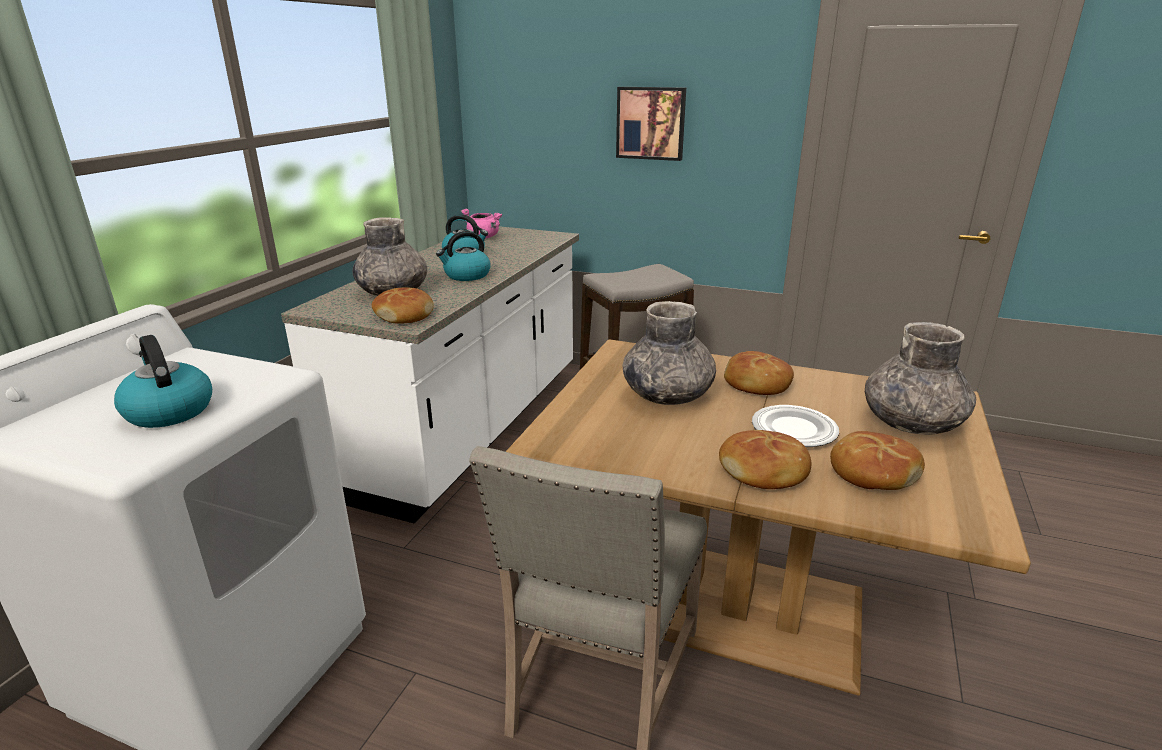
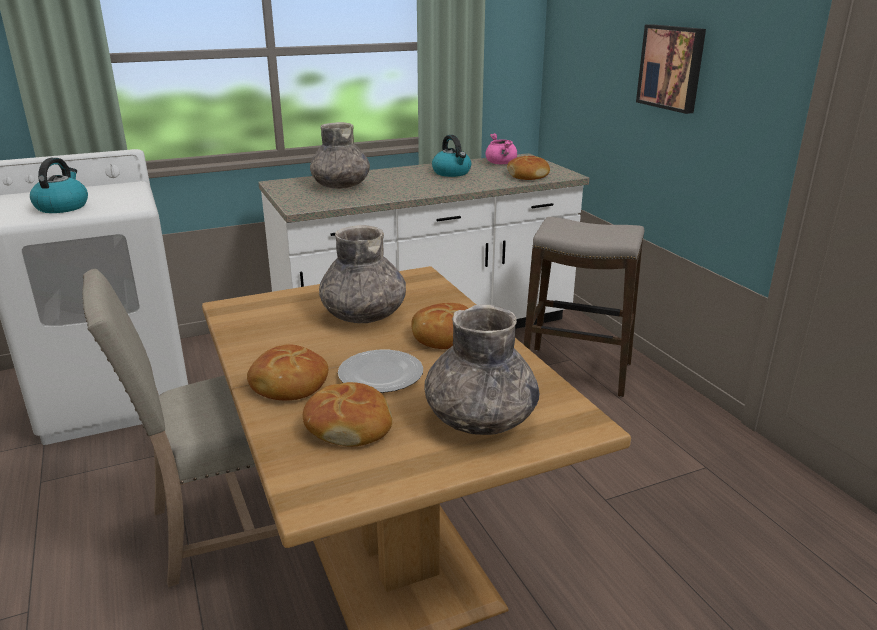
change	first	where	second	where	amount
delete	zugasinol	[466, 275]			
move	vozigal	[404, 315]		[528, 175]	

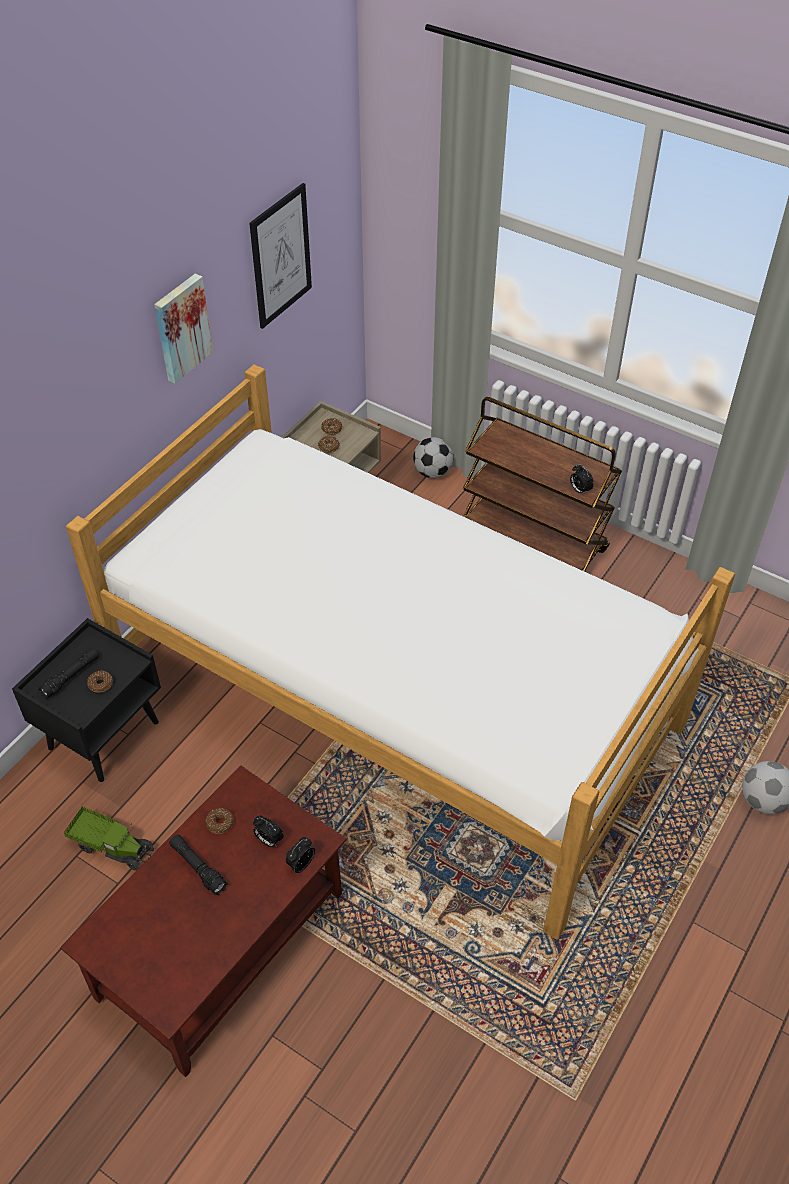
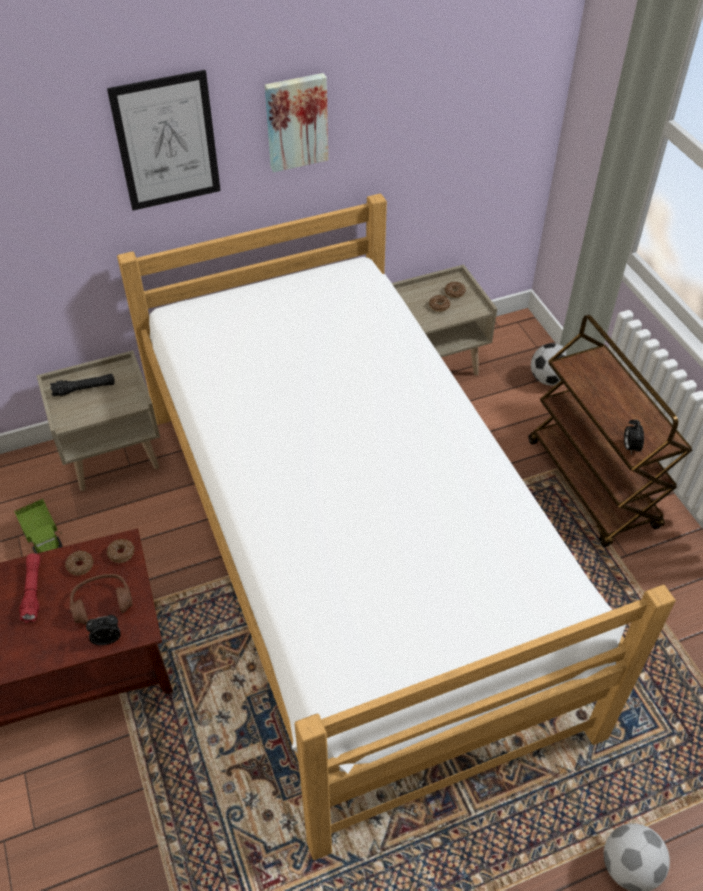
change	first	where	second	where	amount
move	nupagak	[281, 256]		[167, 142]	
recolor	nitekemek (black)	[104, 734]	nitekemek (beige)	[114, 455]	
move	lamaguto	[101, 684]		[121, 553]	
replace	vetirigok	[268, 840]	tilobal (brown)	[102, 603]	
recolor	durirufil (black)	[198, 868]	durirufil (red)	[33, 591]	

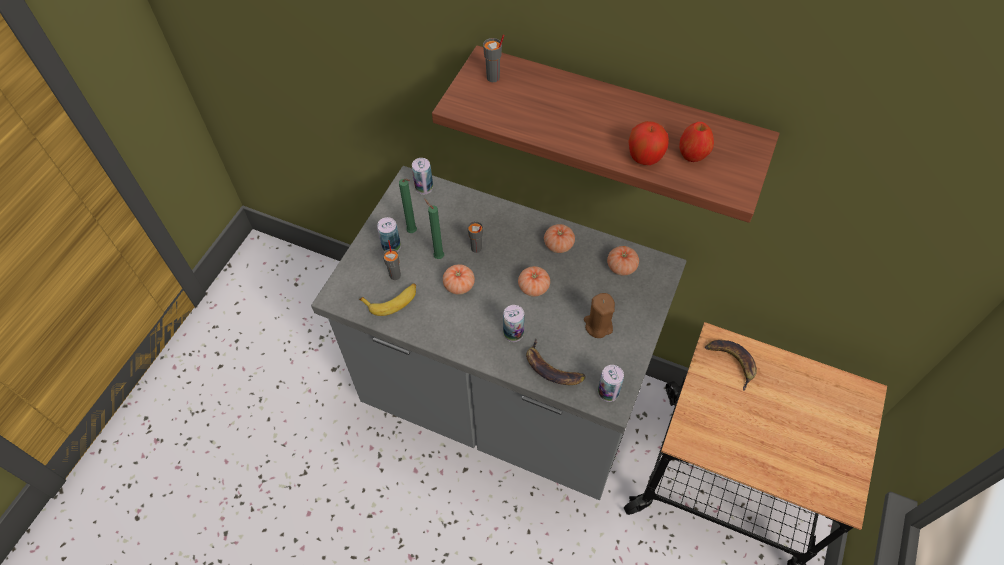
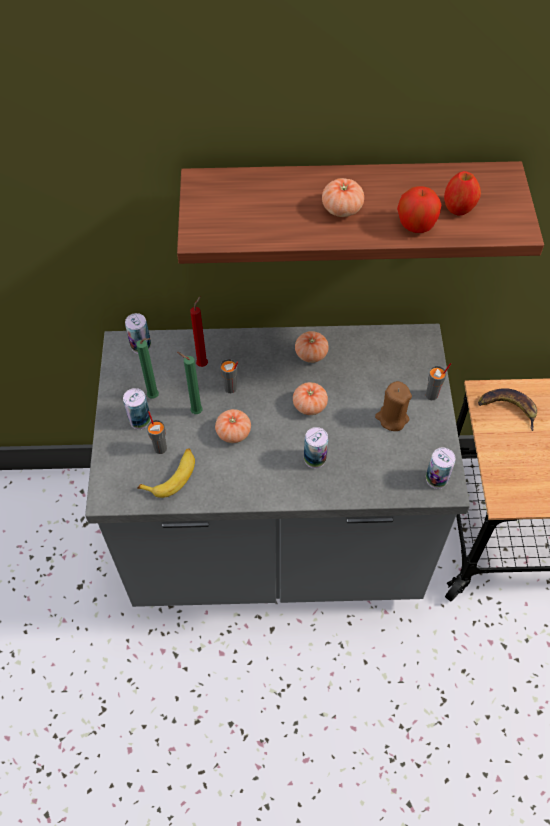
change	first	where	second	where	amount
move	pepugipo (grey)	[493, 78]		[432, 395]	
move	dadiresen	[621, 267]		[342, 209]	
delete	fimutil	[551, 368]			
insert			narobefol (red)	[203, 363]	

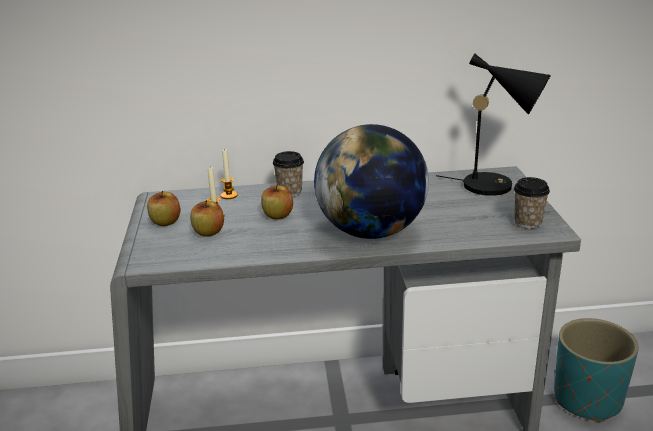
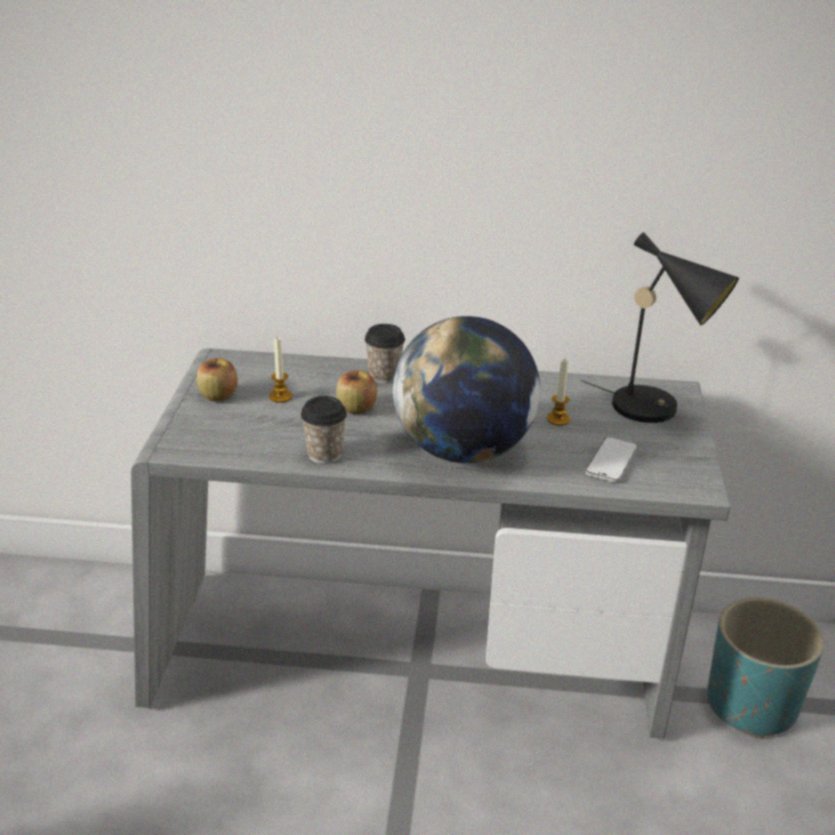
change	first	where	second	where	amount
move	narobefol	[229, 195]		[558, 419]	
move	pepugipo	[528, 222]		[324, 454]	
delete	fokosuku	[208, 232]			
insert			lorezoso	[611, 462]	

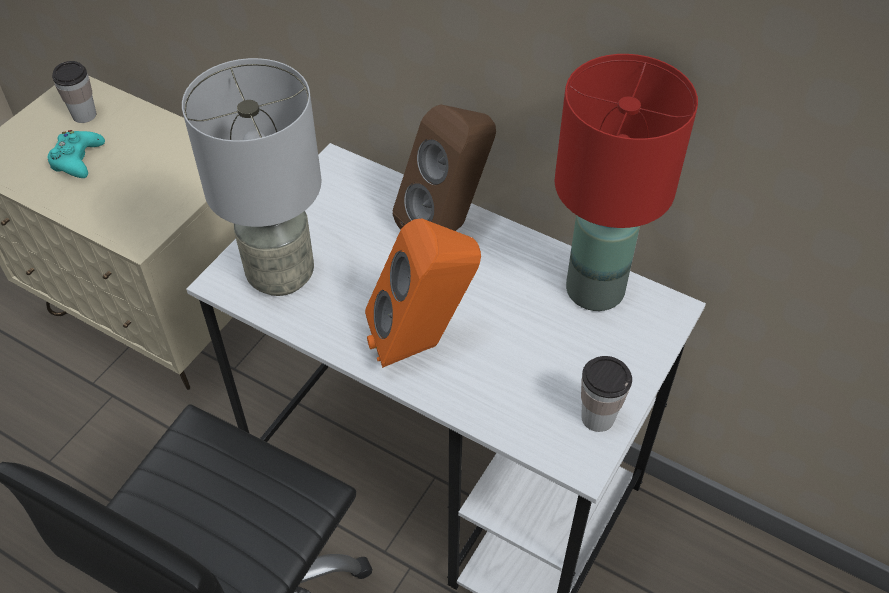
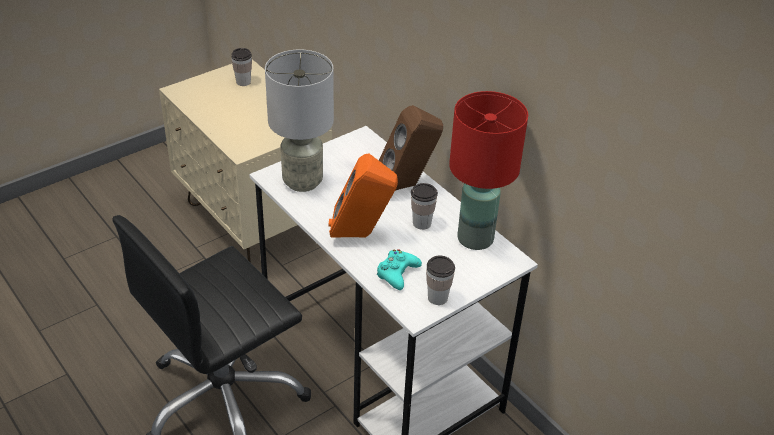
change	first	where	second	where	amount
move	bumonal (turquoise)	[77, 160]		[397, 273]	
insert			pepugipo	[421, 223]	

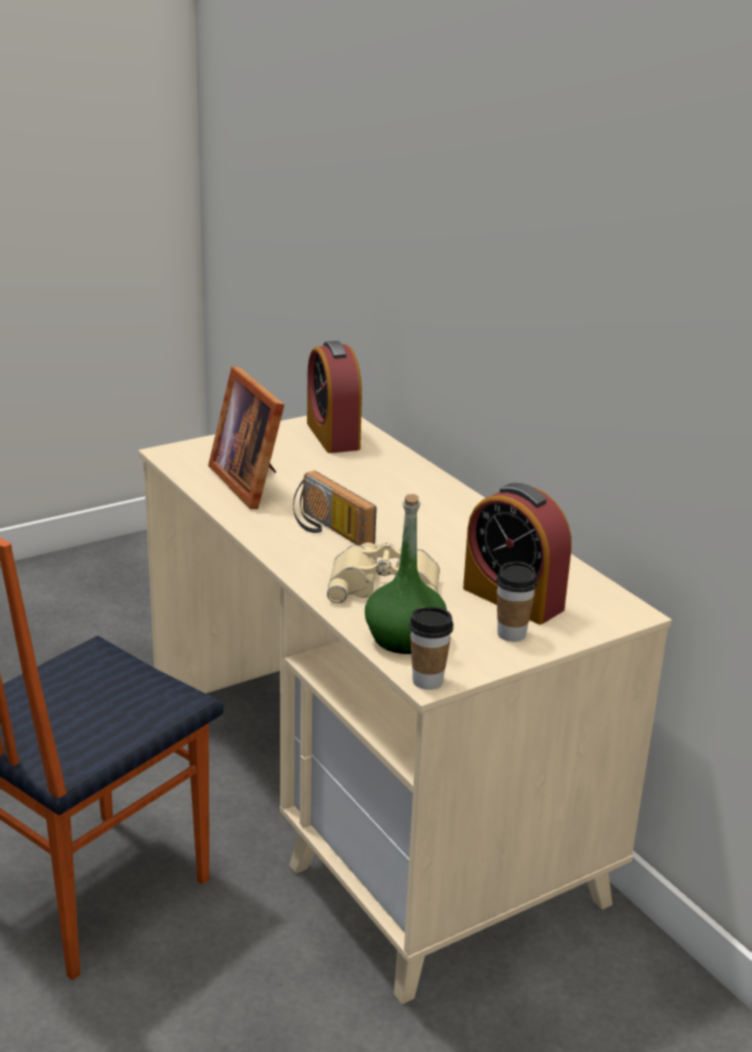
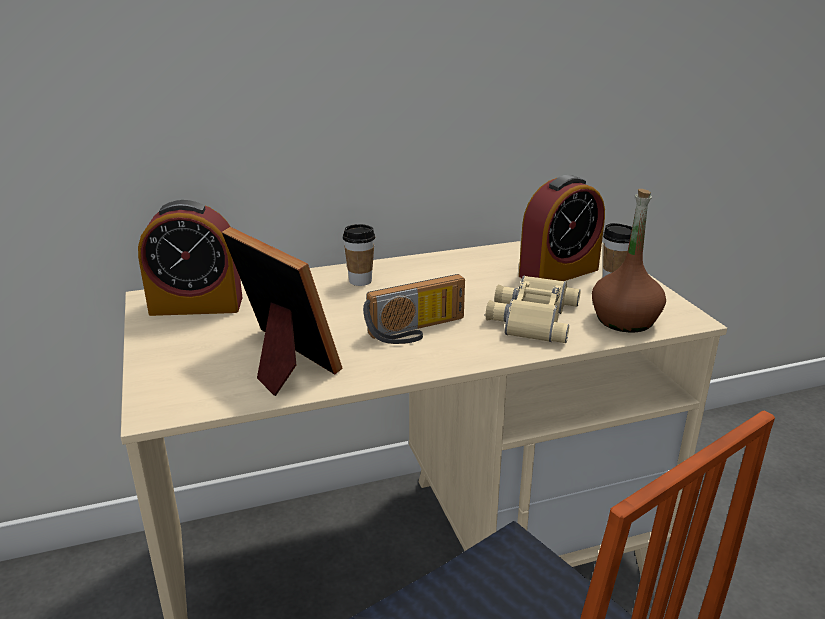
change	first	where	second	where	amount
rotate	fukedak	[252, 482]		[281, 361]	120 degrees counterclockwise
recolor	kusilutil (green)	[405, 638]	kusilutil (brown)	[625, 320]	
move	pepugipo	[427, 681]		[360, 281]	

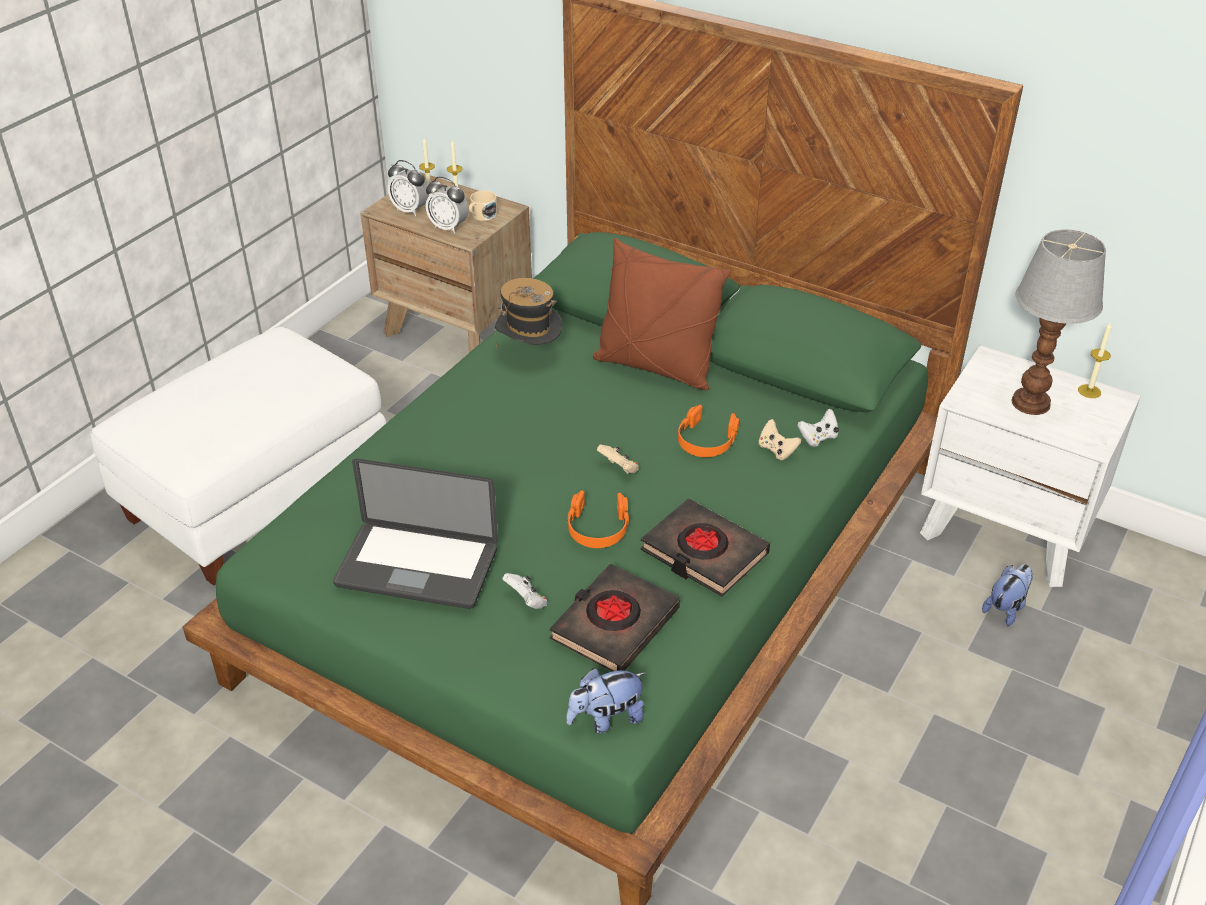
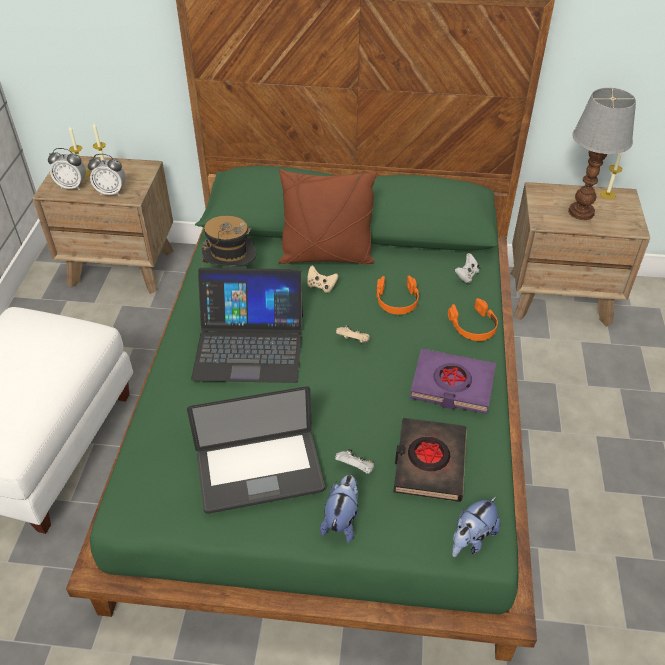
change	first	where	second	where	amount
delete	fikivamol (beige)	[482, 216]			
recolor	nitekemek (white)	[1006, 529]	nitekemek (brown)	[560, 297]	
move	bumonal (beige)	[776, 450]		[321, 286]	
move	tilobal (orange)	[597, 528]		[473, 326]	
recolor	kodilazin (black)	[703, 553]	kodilazin (purple)	[452, 385]	
move	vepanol	[1006, 608]		[342, 520]	
insert			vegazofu	[249, 345]	

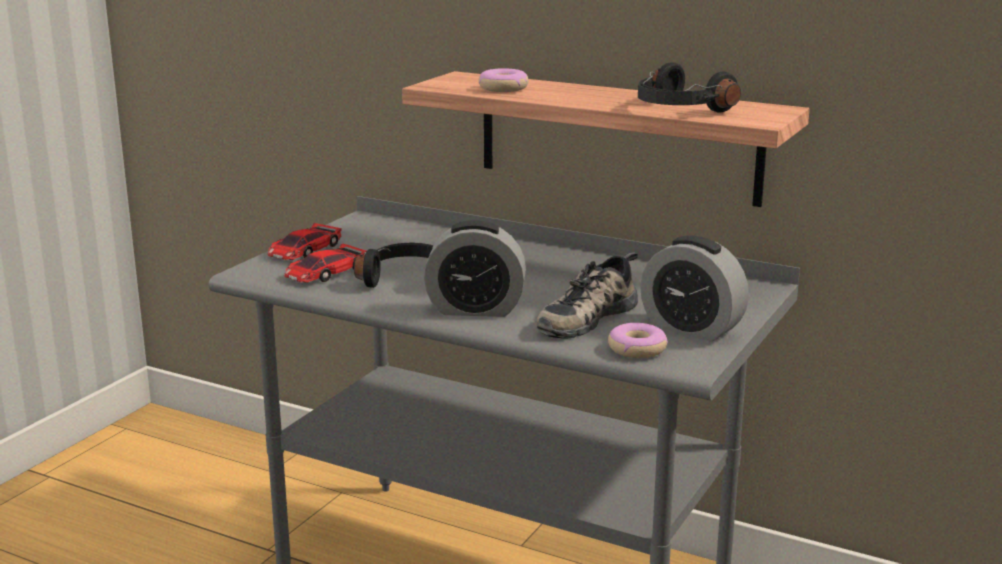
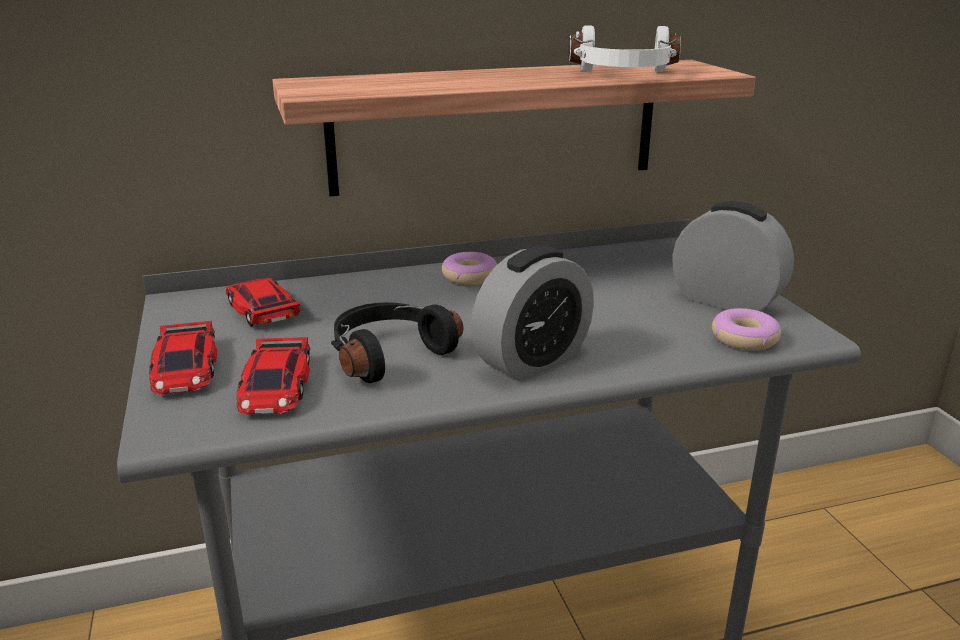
change	first	where	second	where	amount
recolor	tilobal (black)	[678, 109]	tilobal (white)	[624, 74]	
move	lamaguto	[503, 88]		[470, 276]	
rotate	vetirigok	[691, 328]		[726, 301]	135 degrees counterclockwise
delete	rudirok	[586, 316]			
insert			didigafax	[262, 309]	

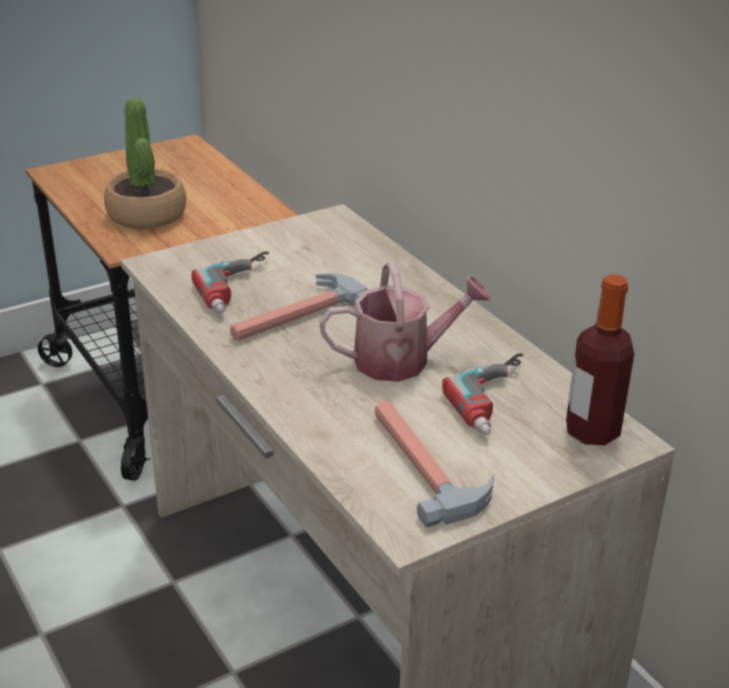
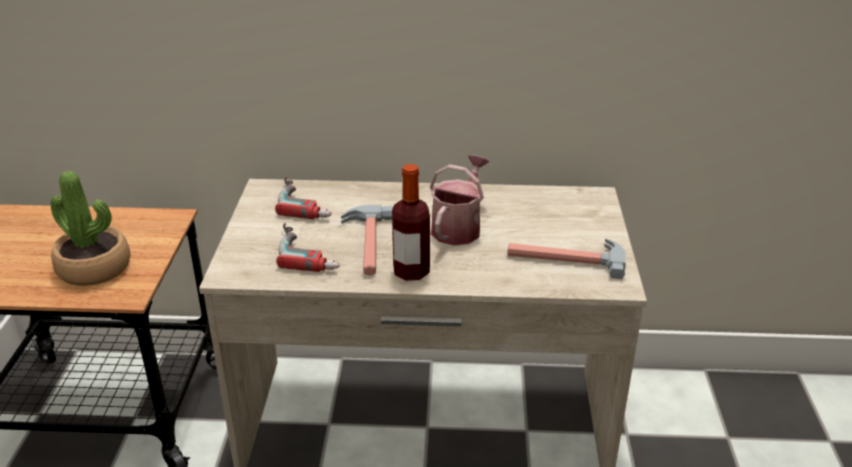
change	first	where	second	where	amount
move	kusilutil	[592, 431]		[411, 271]	
move	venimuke	[501, 401]		[307, 202]	

